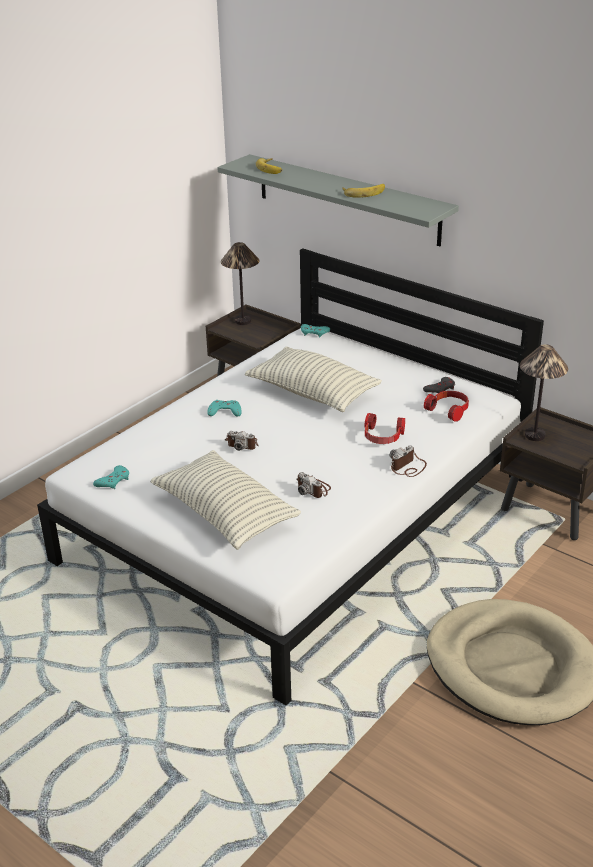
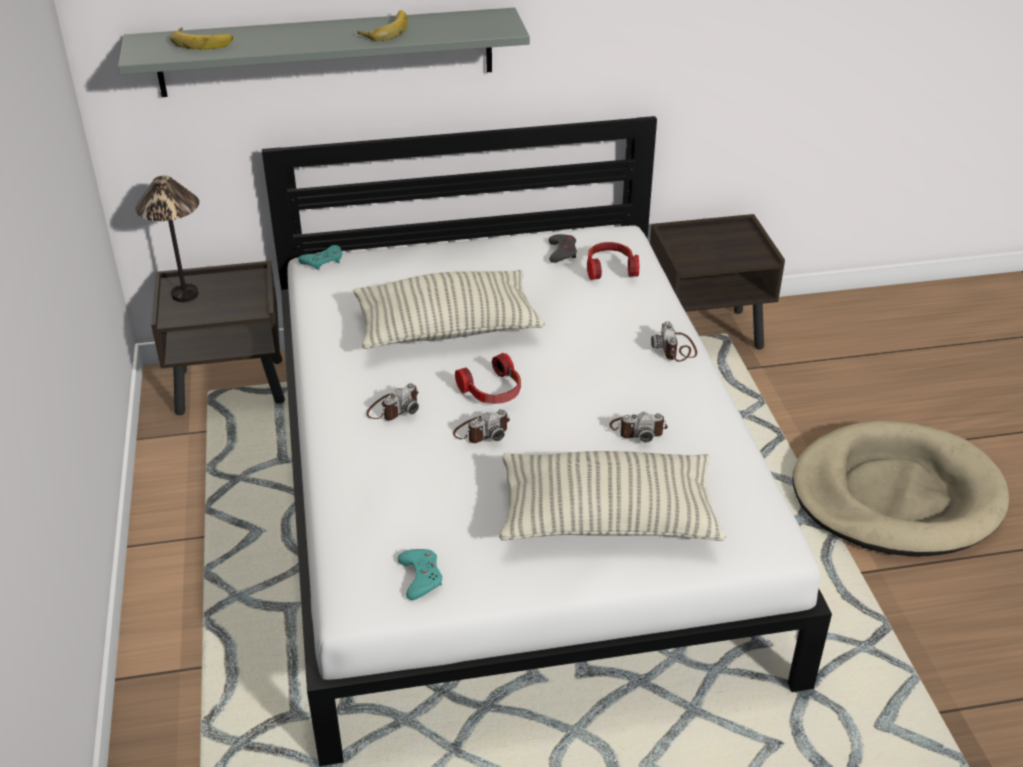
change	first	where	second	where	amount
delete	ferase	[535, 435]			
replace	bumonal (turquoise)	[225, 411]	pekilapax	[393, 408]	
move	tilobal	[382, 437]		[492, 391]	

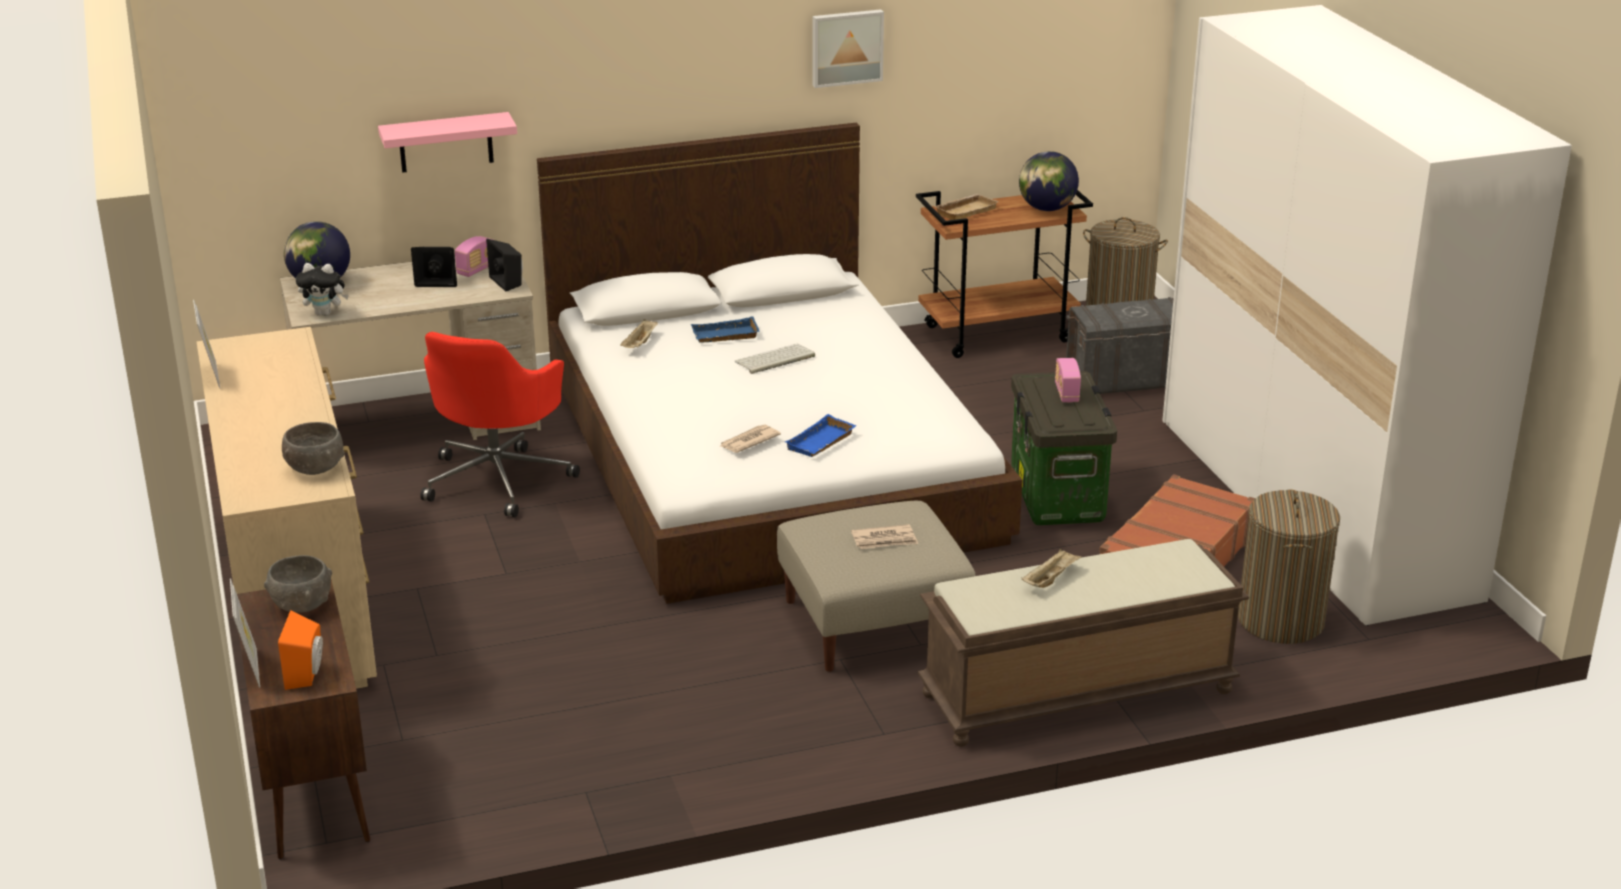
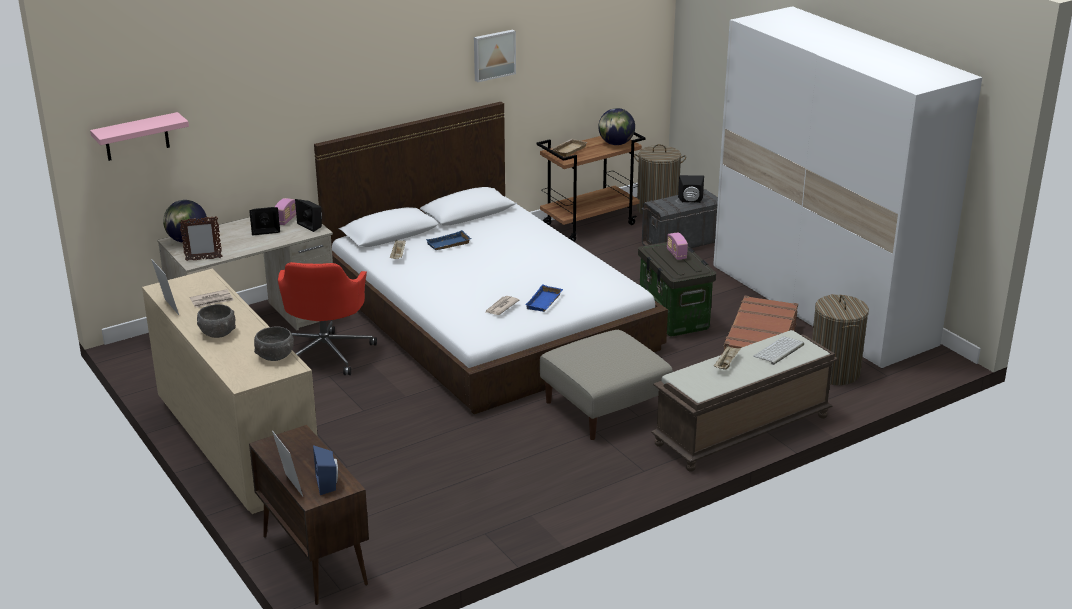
change	first	where	second	where	amount
move	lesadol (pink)	[445, 142]		[136, 137]	
replace	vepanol	[325, 313]	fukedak	[203, 259]	
move	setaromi	[774, 360]		[779, 351]	
move	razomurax	[885, 540]		[212, 300]	
move	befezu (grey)	[301, 604]		[217, 333]	
recolor	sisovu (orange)	[307, 674]	sisovu (blue)	[328, 483]	
insert			sisovu (black)	[690, 201]	

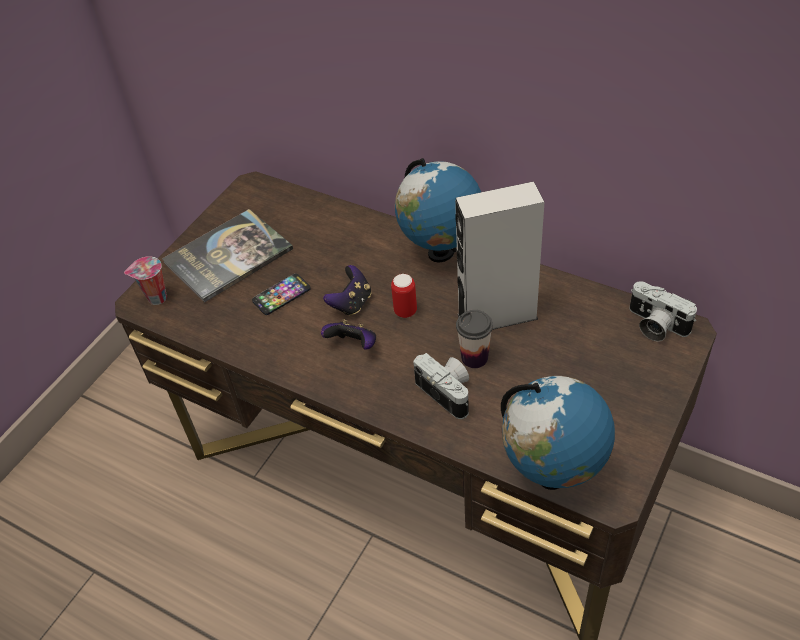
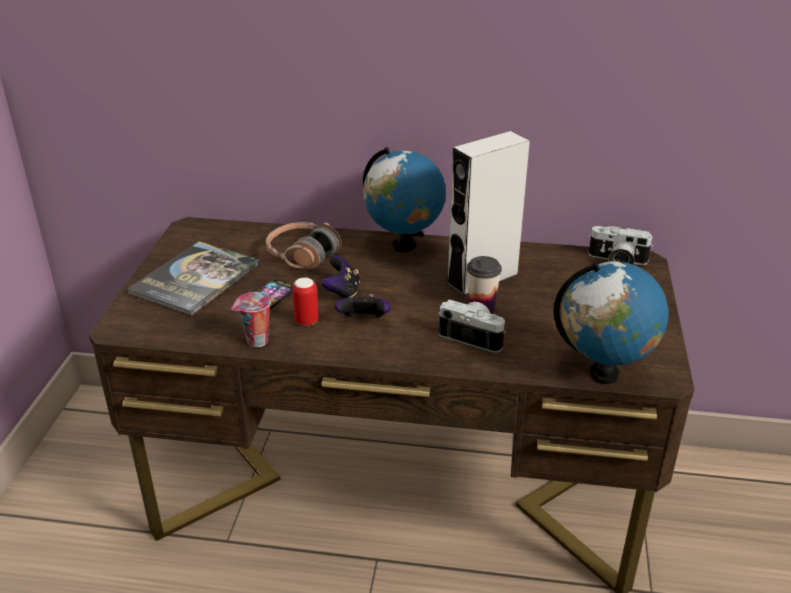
change	first	where	second	where	amount
move	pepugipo	[156, 299]		[256, 342]	
move	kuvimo	[405, 311]		[306, 321]	
insert			tilobal	[303, 255]	

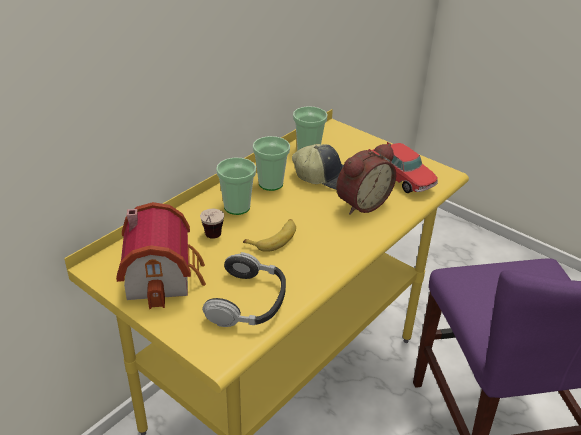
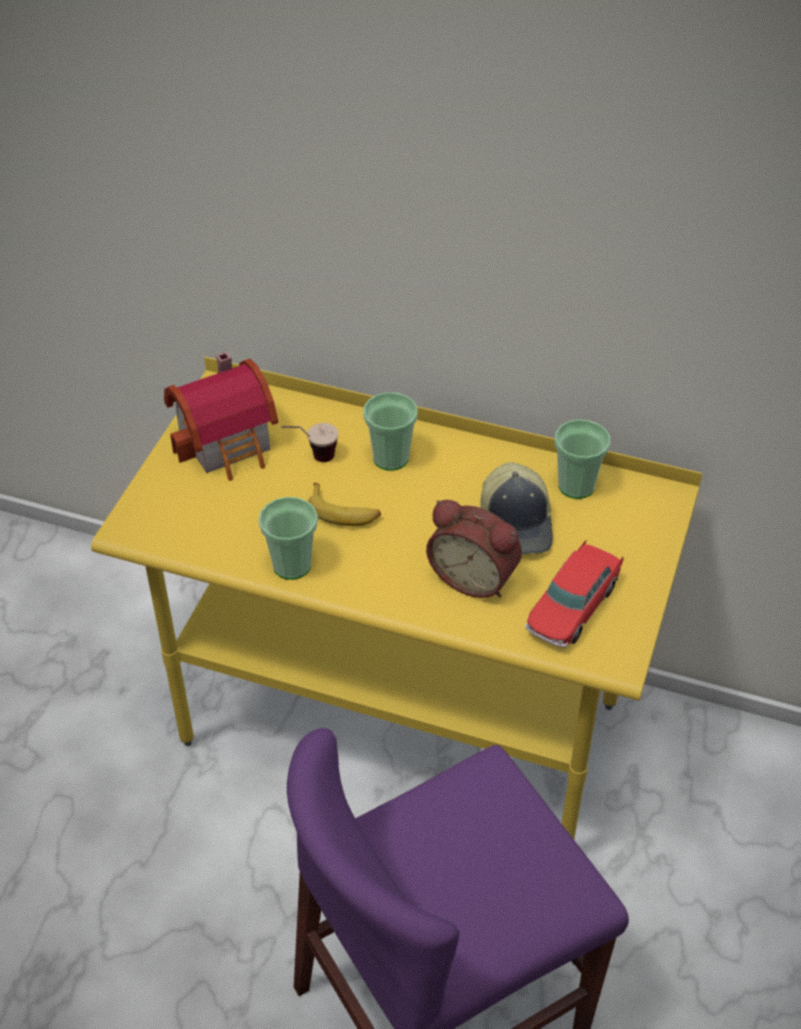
change	first	where	second	where	amount
move	pepugipo	[271, 184]		[292, 565]	
delete	tilobal	[248, 301]			

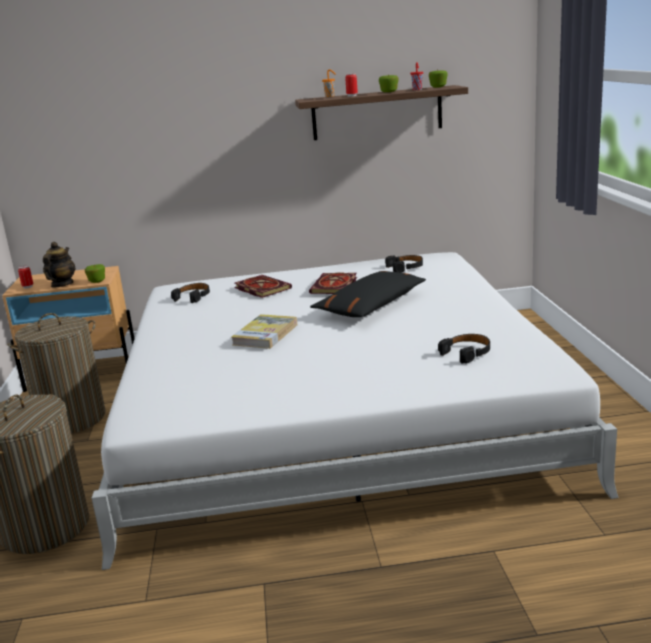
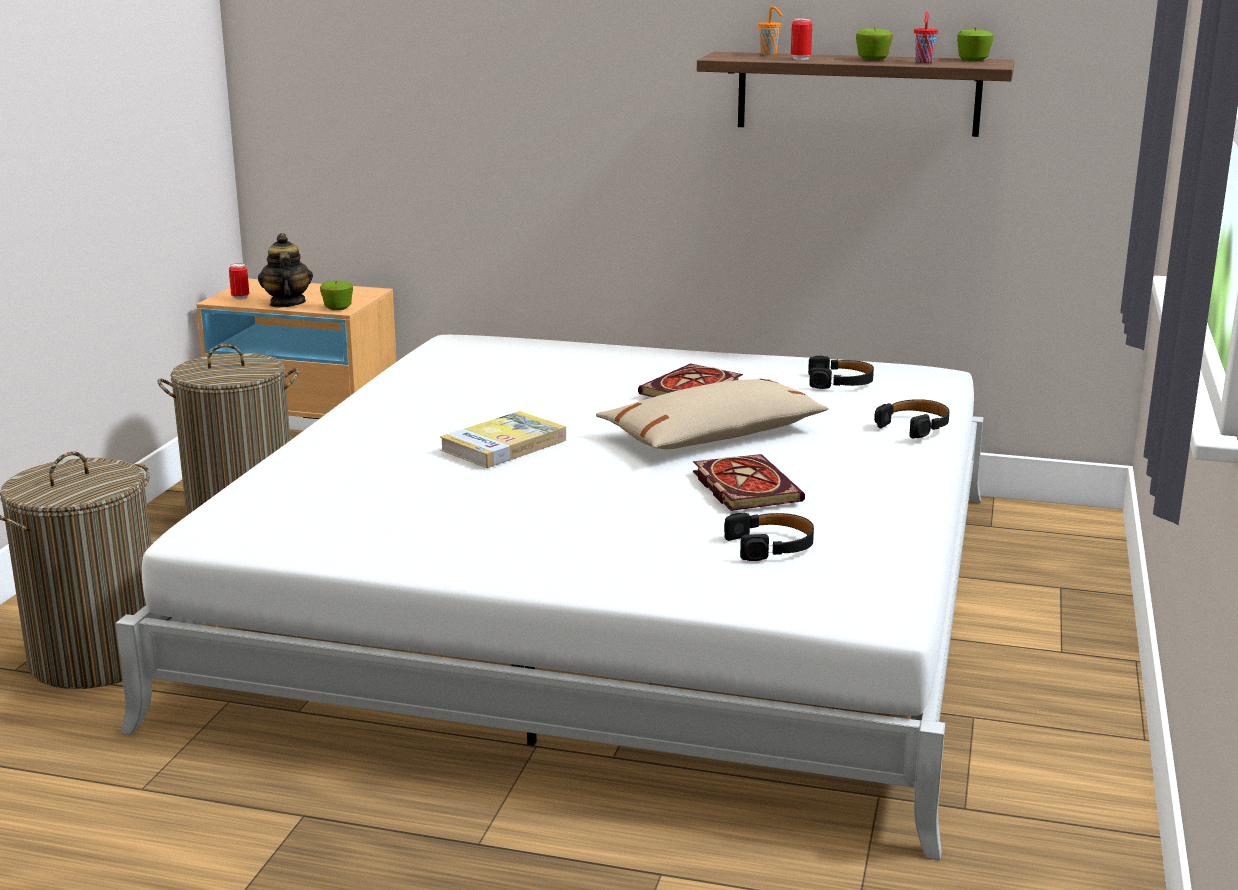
change	first	where	second	where	amount
rotate	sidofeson	[62, 284]		[287, 303]	45 degrees counterclockwise
recolor	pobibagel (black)	[371, 306]	pobibagel (beige)	[714, 435]	
move	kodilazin	[260, 288]		[743, 486]	
move	tilobal (black)	[193, 297]		[915, 426]	

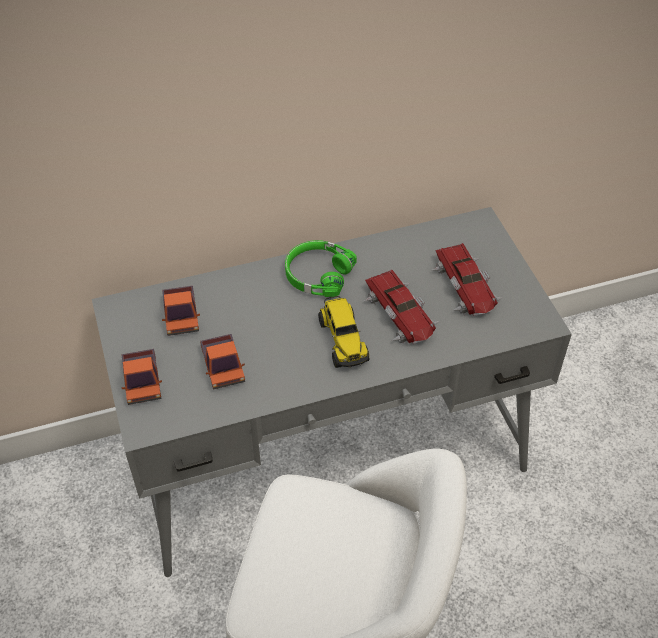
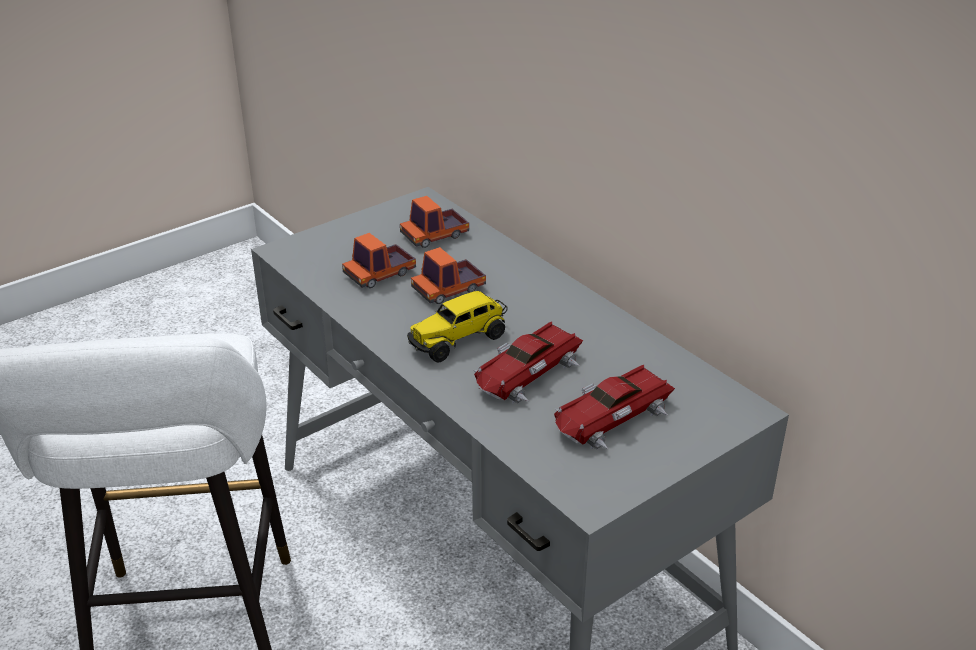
change	first	where	second	where	amount
delete	tilobal (green)	[317, 274]			
move	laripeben	[142, 381]		[448, 289]	

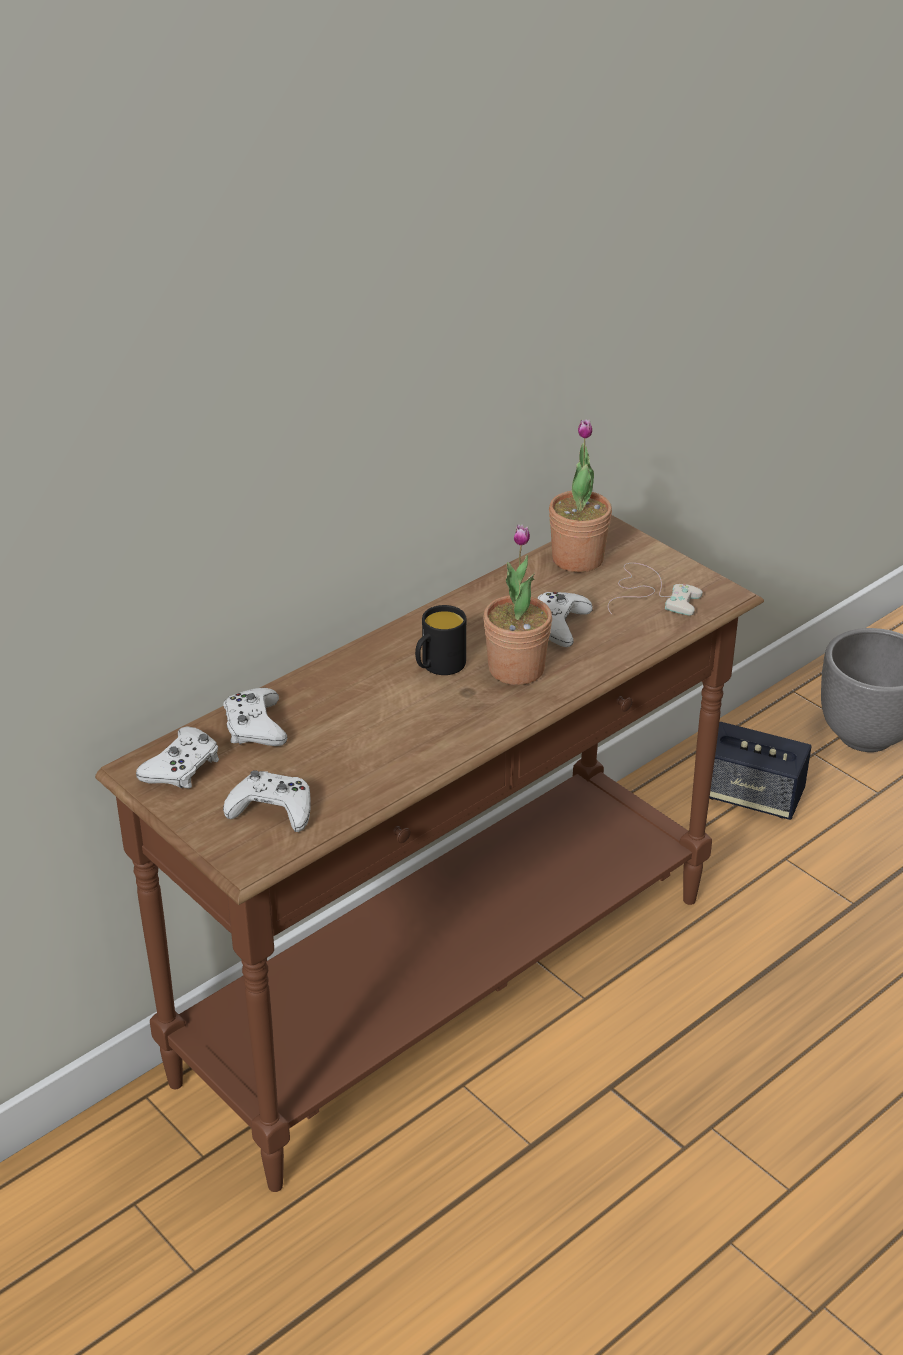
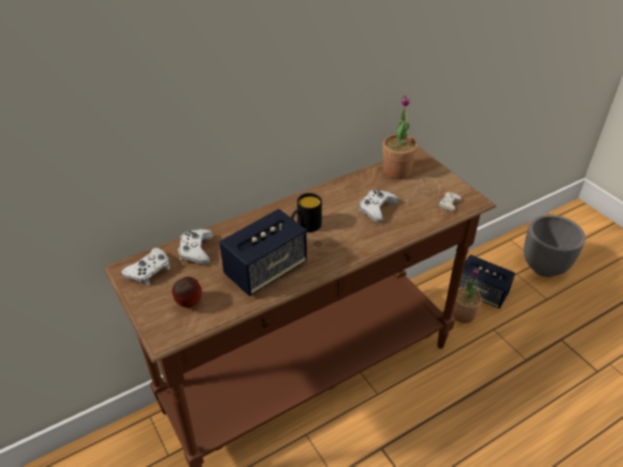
change	first	where	second	where	amount
move	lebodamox	[516, 669]		[463, 315]	
replace	bumonal (white)	[272, 809]	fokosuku	[189, 304]	
insert			sisovu	[265, 270]	

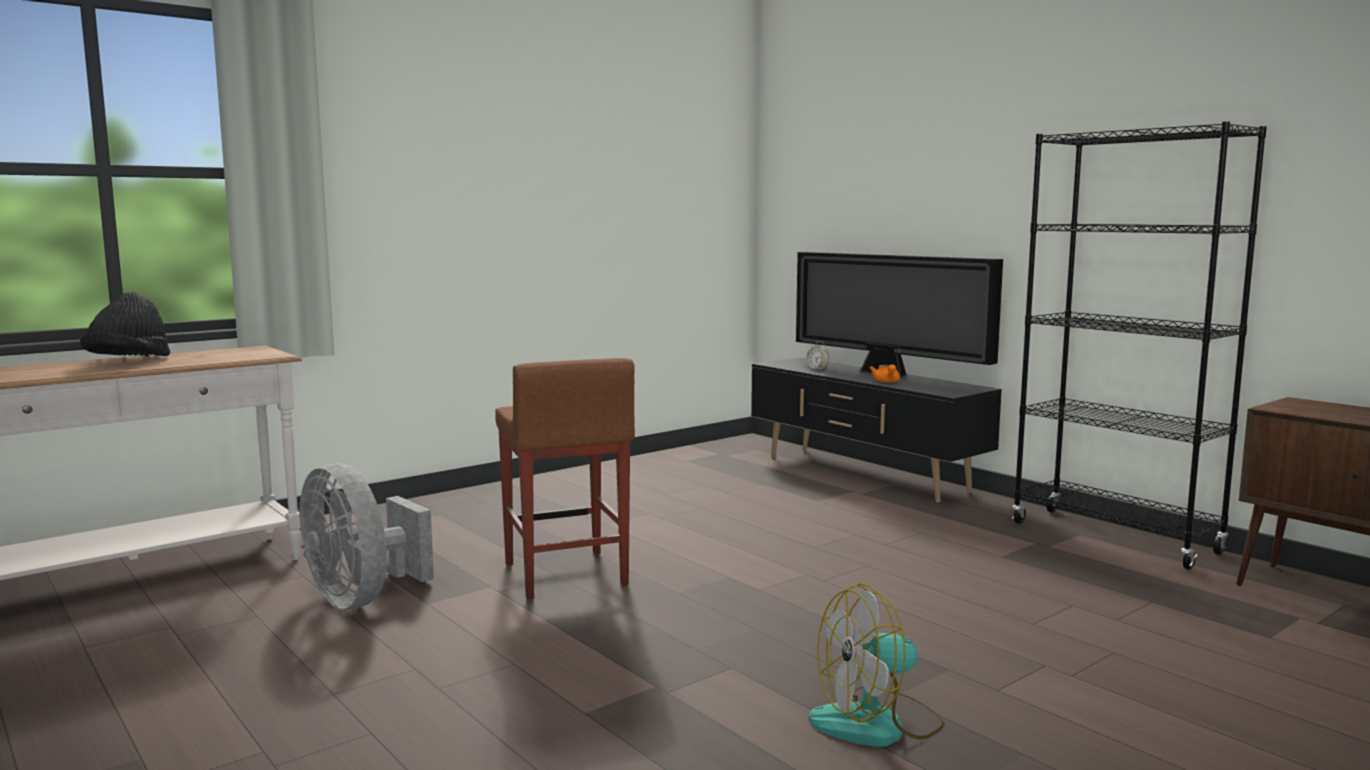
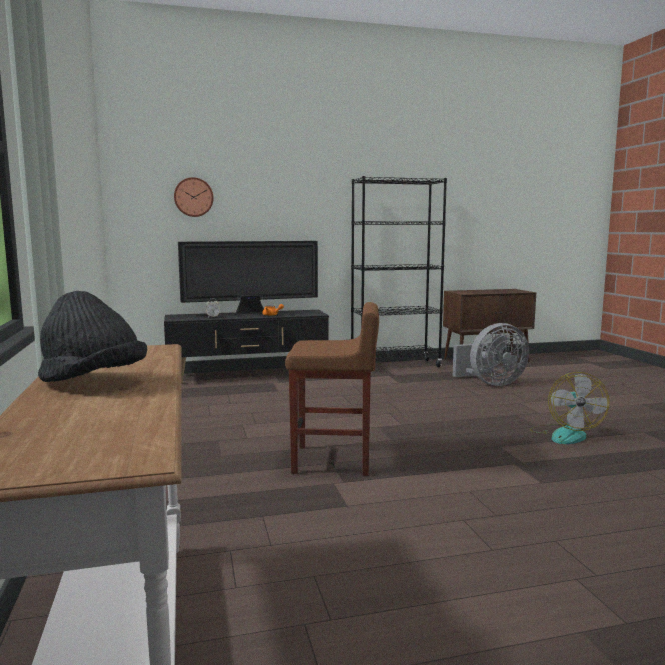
change	first	where	second	where	amount
move	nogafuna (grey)	[361, 599]		[491, 383]	
insert			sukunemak	[193, 197]	

